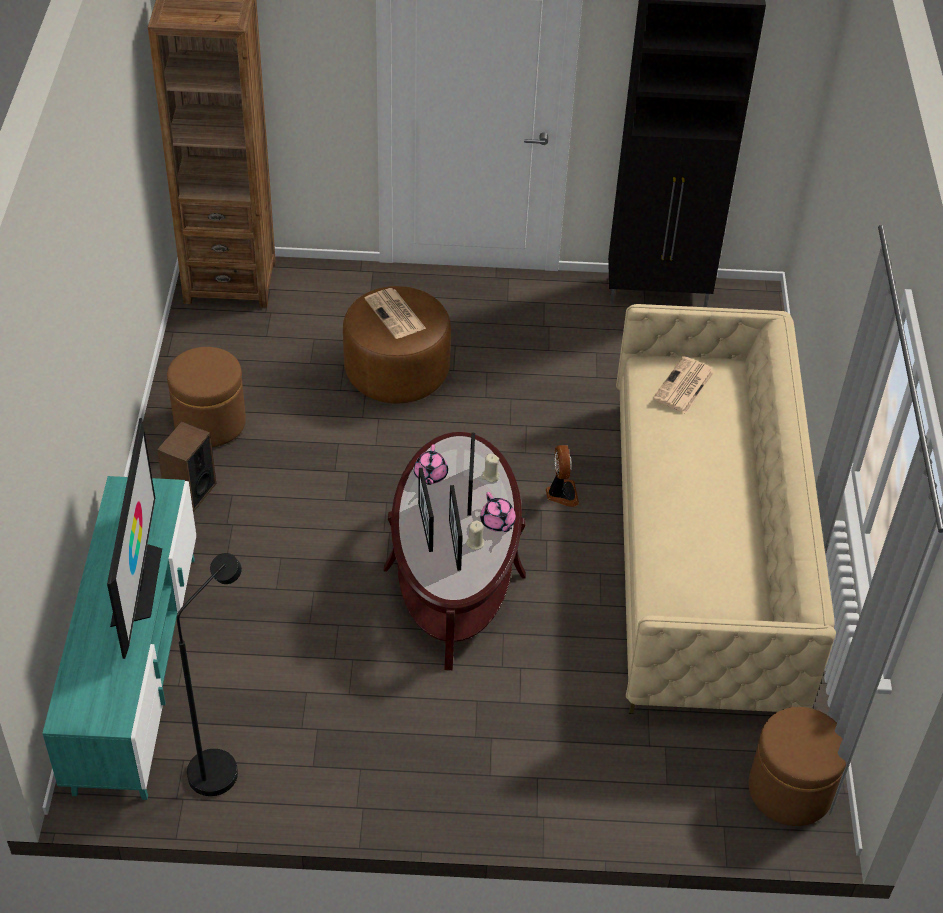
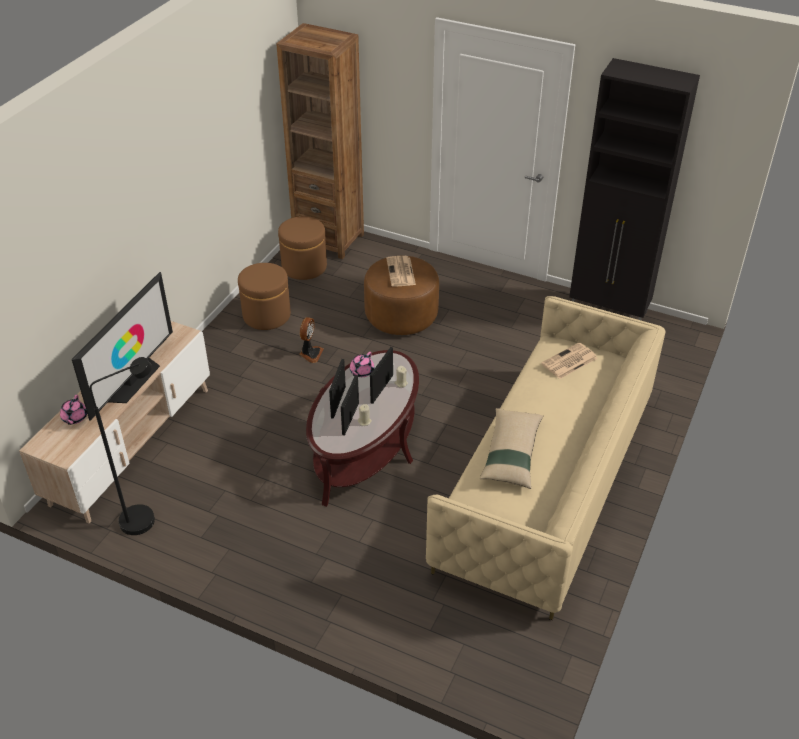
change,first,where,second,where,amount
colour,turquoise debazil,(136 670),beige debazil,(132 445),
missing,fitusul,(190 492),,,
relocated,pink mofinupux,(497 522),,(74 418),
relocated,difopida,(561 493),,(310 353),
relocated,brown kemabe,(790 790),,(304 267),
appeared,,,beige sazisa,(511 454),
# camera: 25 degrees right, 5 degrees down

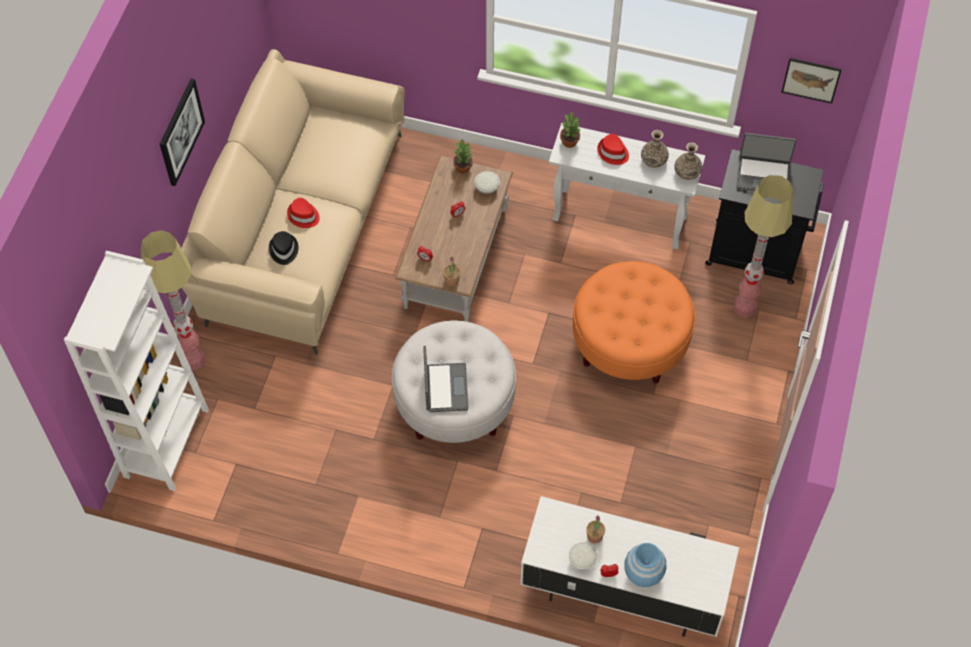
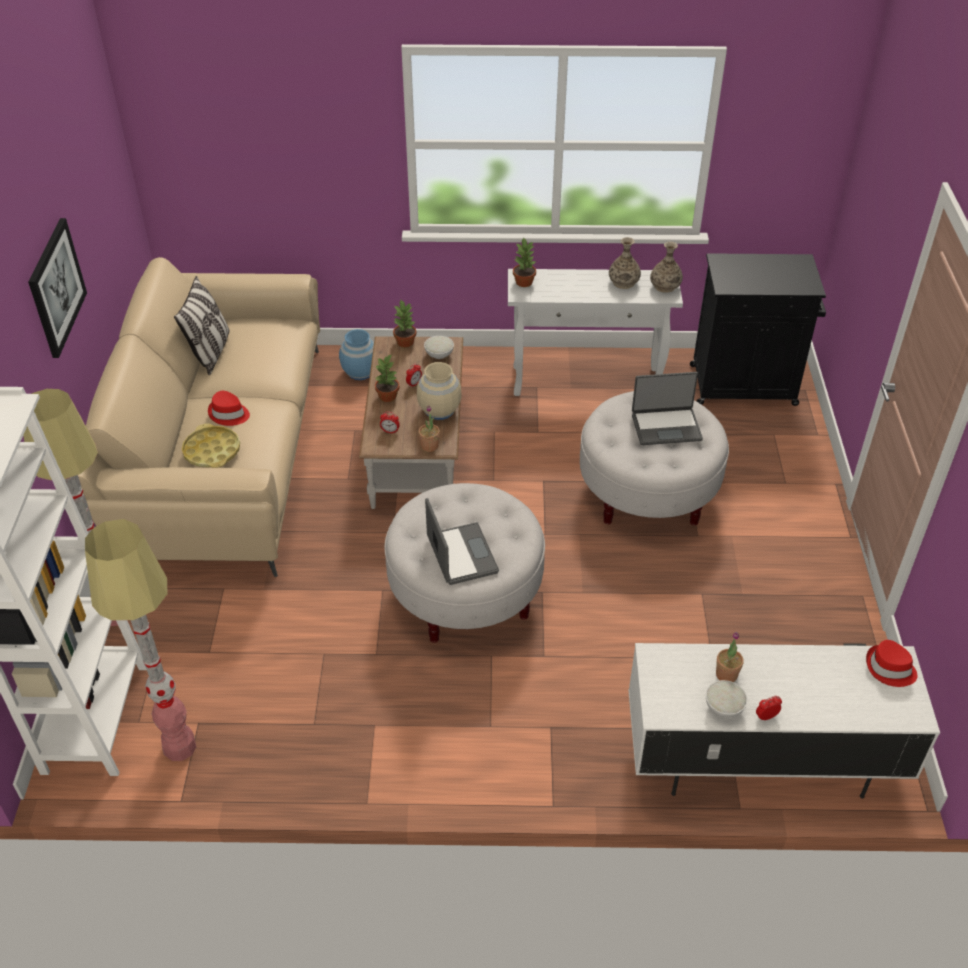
change,first,where,second,where,amount
exchanged,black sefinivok,(283 250),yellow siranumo,(212 451),
colour,orange kemabe,(630 342),white kemabe,(648 491),
relocated,red sefinivok,(613 152),,(889 668),
relocated,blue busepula,(643 573),,(360 372),
relocated,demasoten,(744 308),,(179 747),
relocated,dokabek,(763 175),,(666 426),
missing,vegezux,(811 80),,,
appeared,,,sazisa,(210 352),
appeared,,,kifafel,(388 396),
appeared,,,beige busepula,(440 410),
# camera: 15 degrees left, 15 degrees down

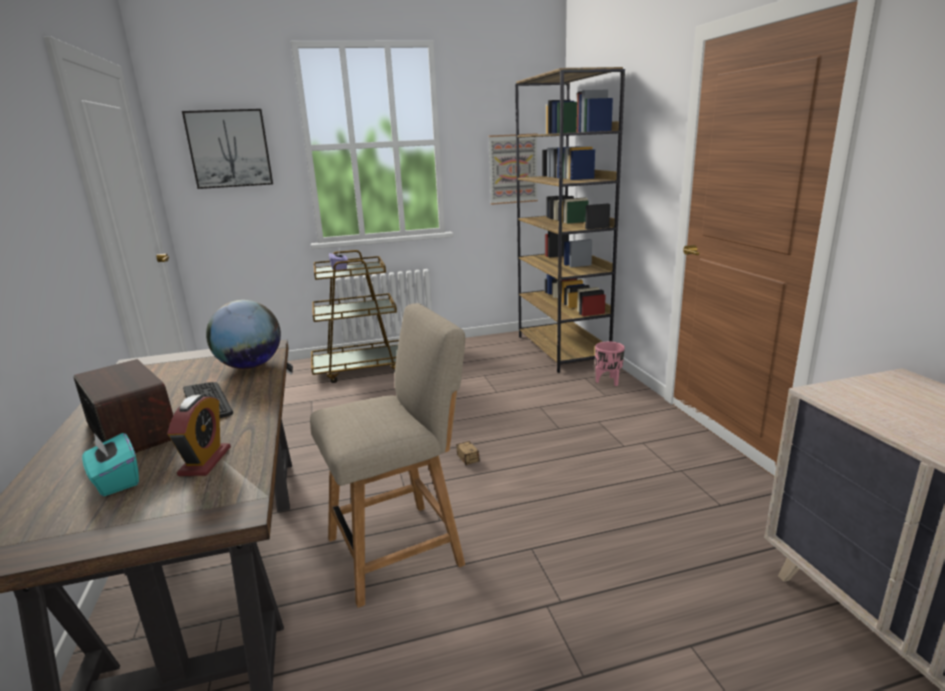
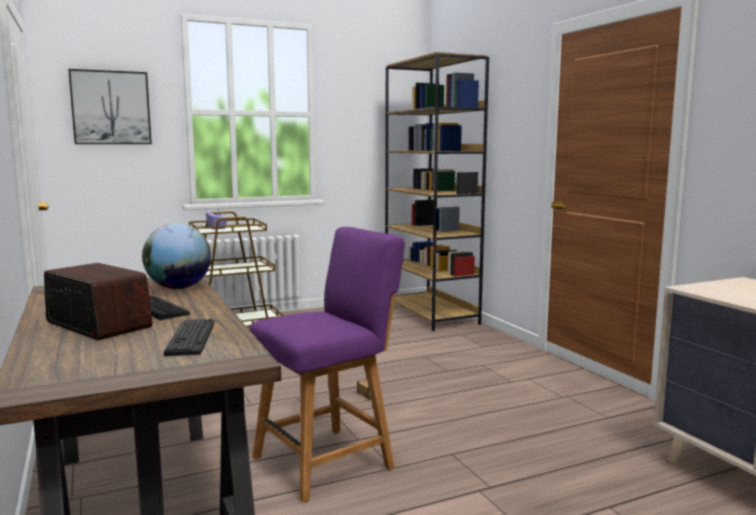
change,first,where,second,where,amount
missing,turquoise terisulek,(116 480),,,
exchanged,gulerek,(205 461),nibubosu,(191 338),
colour,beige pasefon,(401 548),purple pasefon,(328 460),
missing,vegezux,(513 169),,,
missing,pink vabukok,(608 381),,,
# camera: 10 degrees left, 10 degrees down

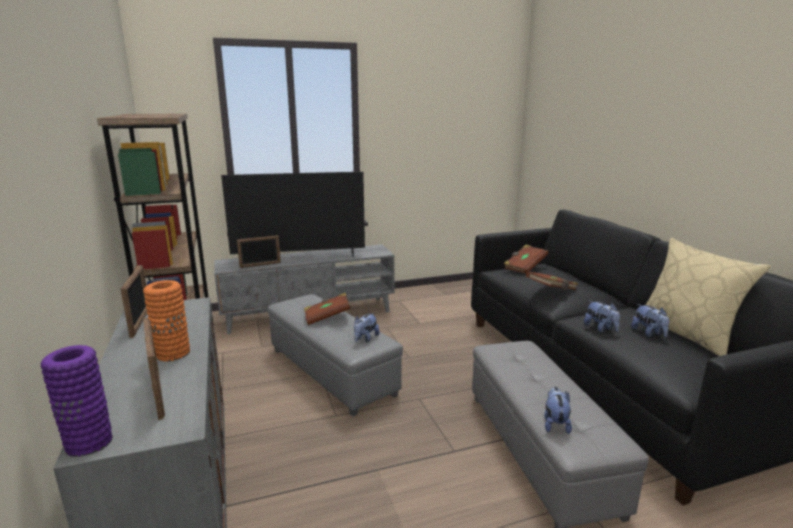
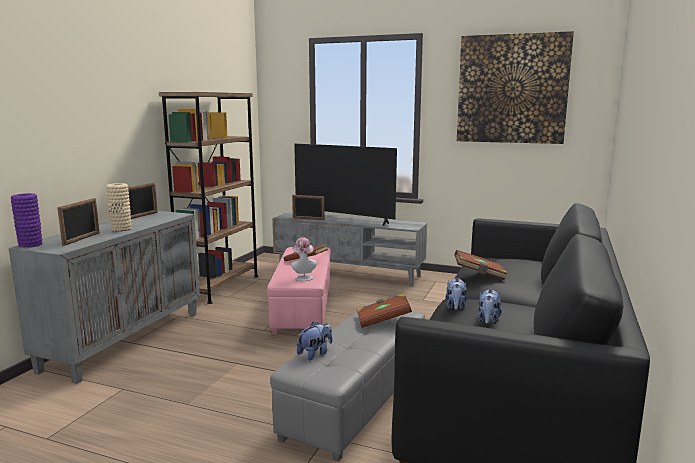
change,first,where,second,where,amount
colour,orange busepula,(173 353),beige busepula,(121 229),
colour,grey kemabe,(330 371),pink kemabe,(302 307),
exchanged,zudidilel,(365 339),sefinivok,(303 277),
relocated,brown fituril,(524 267),,(383 321),
missing,beige sazisa,(687 334),,,
appeared,,,vegezux,(512 89),
# camera: 40 degrees right, 5 degrees down

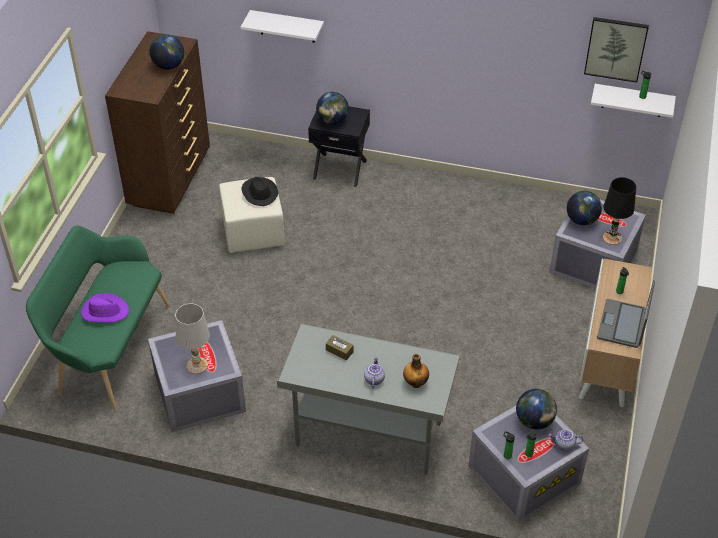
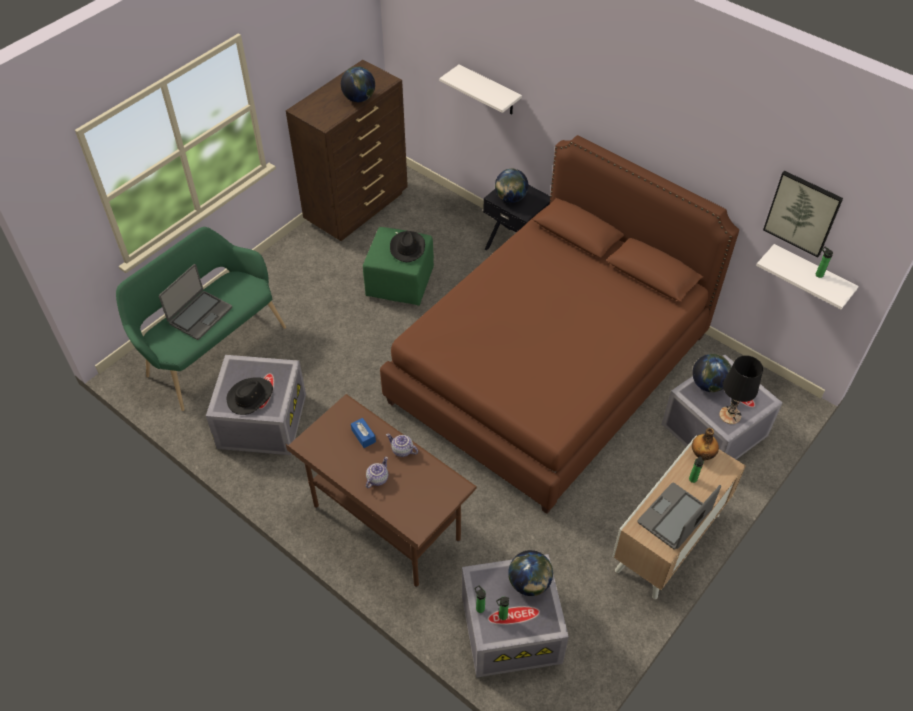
change,first,where,second,where,amount
exchanged,purple sefinivok,(105 311),dokabek,(200 315),
exchanged,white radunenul,(197 365),black sefinivok,(250 397),
colour,beige kemabe,(253 232),green kemabe,(400 282),
colour,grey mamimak,(368 435),brown mamimak,(386 524),
colour,brown terisulek,(339 351),blue terisulek,(363 436),
relocated,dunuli,(415 382),,(702 455),
relocated,mofinupux,(564 445),,(402 450),
appeared,,,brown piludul,(549 369),
# camera: 25 degrees right, 5 degrees up

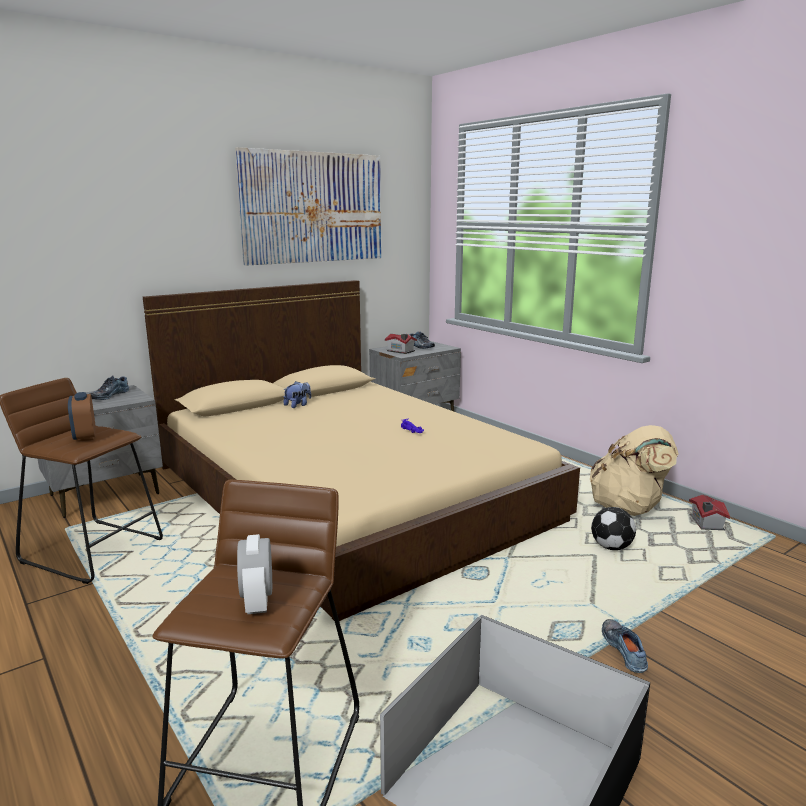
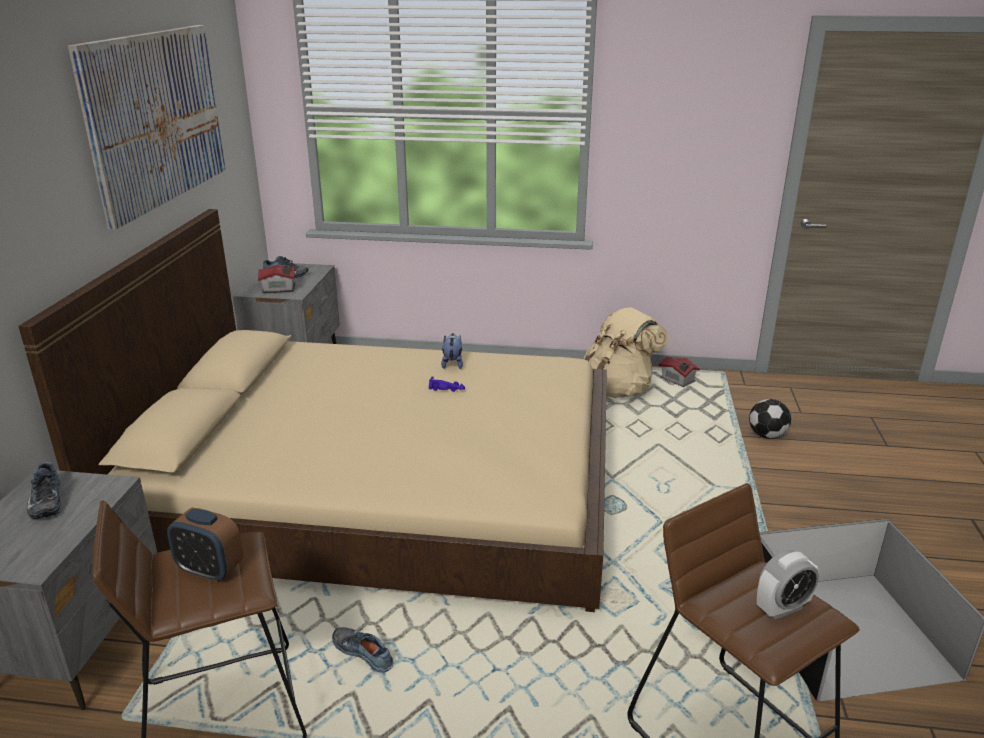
change,first,where,second,where,amount
spun,gulerek,(257 602),,(782 608),60 degrees counterclockwise
relocated,zudidilel,(298 405),,(452 363),
relocated,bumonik,(612 547),,(766 435),
relocated,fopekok,(625 650),,(364 652),
# camera: 45 degrees left, 10 degrees up

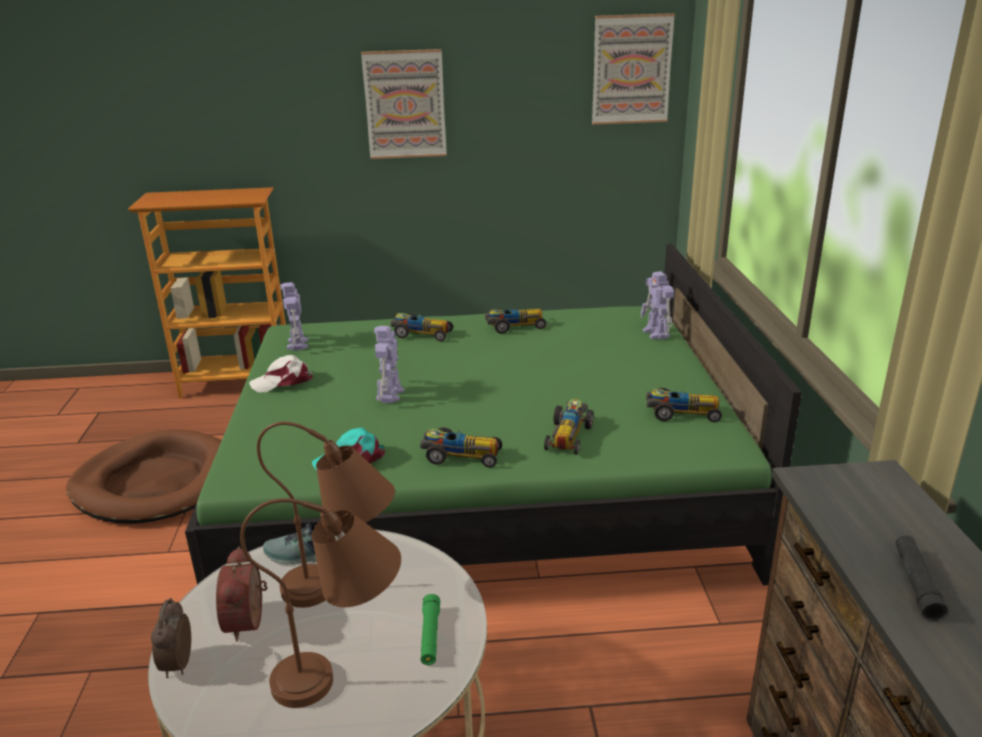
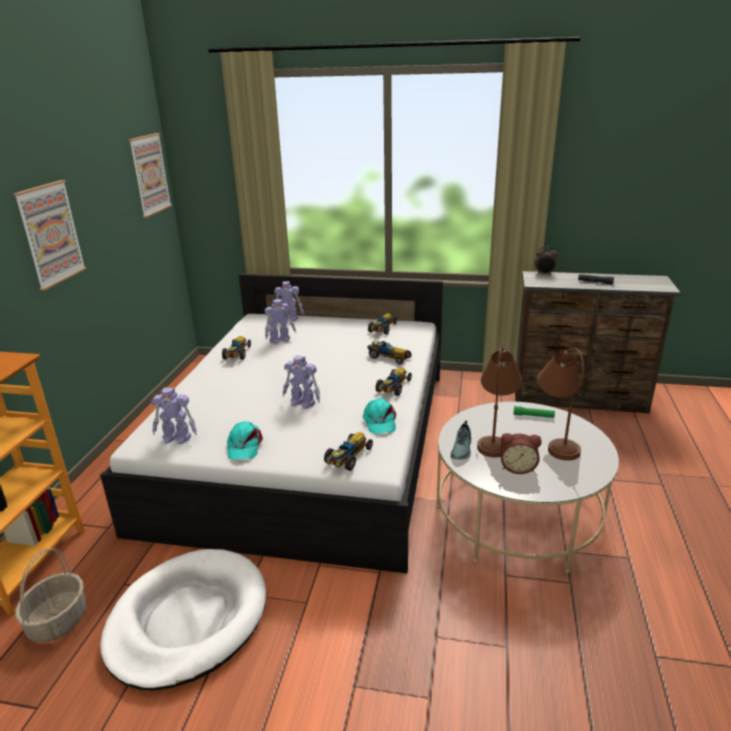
change,first,where,second,where,amount
colour,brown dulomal,(156 483),white dulomal,(187 620),
relocated,gulerek,(177 665),,(544 274),
colour,green piludul,(481 482),white piludul,(308 443),
colour,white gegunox,(283 381),turquoise gegunox,(244 446),
relocated,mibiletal,(421 334),,(348 458),
appeared,,,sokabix,(58 620),
appeared,,,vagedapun,(280 340),
# camera: 75 degrees left, 0 degrees up

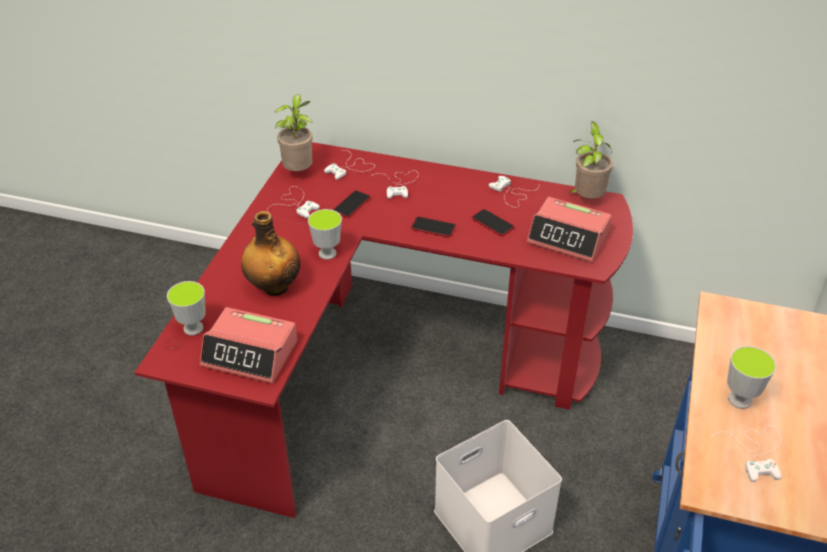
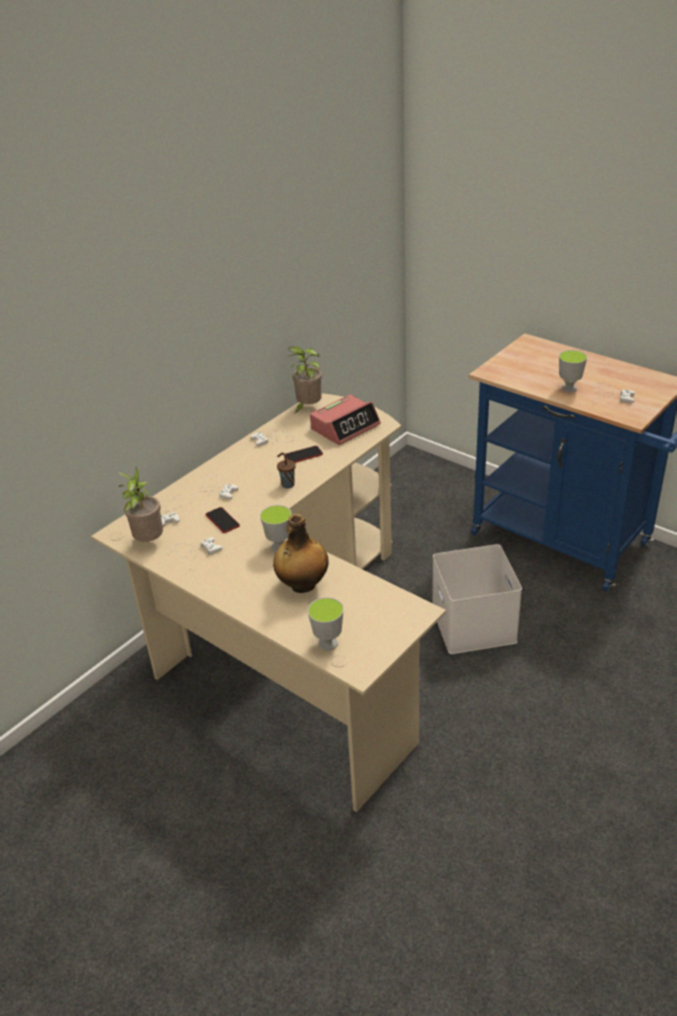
change,first,where,second,where,amount
colour,red mamimak,(388 371),beige mamimak,(290 643),
missing,gulerek,(250 353),,,
exchanged,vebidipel,(433 227),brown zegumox,(287 484),
# camera: 65 degrees left, 5 degrees down

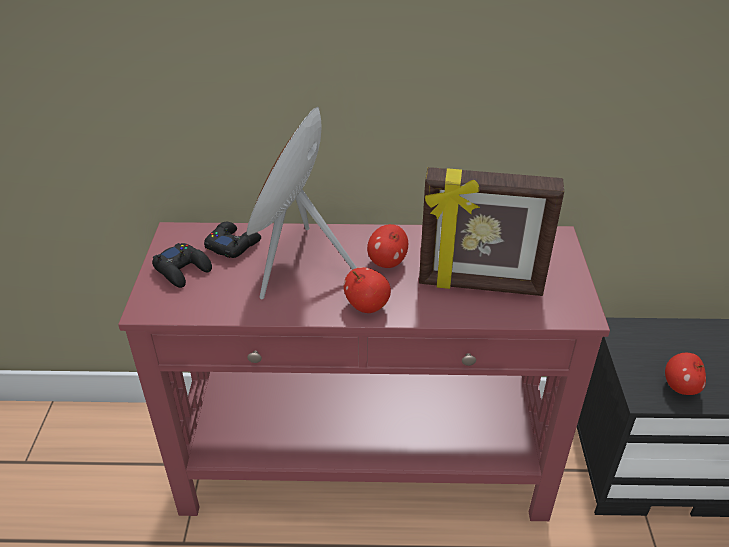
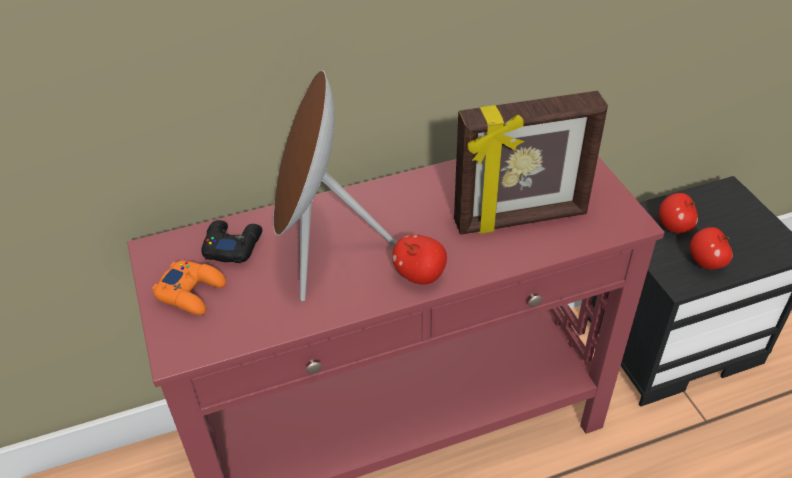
change,first,where,second,where,amount
colour,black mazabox,(183 270),orange mazabox,(192 292),
relocated,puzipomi,(387 262),,(674 227),
# camera: 20 degrees left, 5 degrees up

